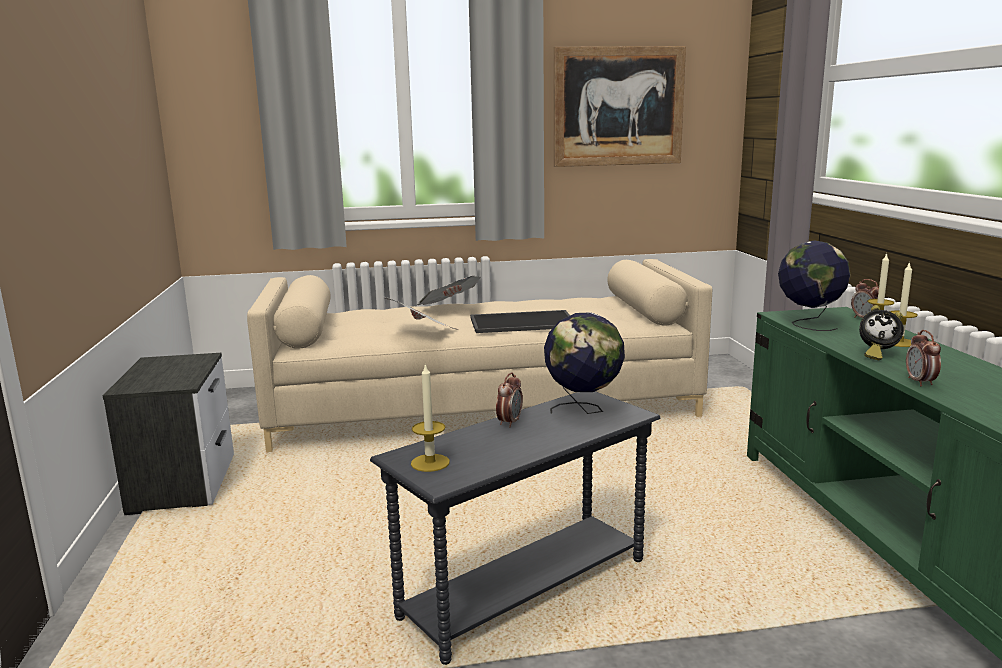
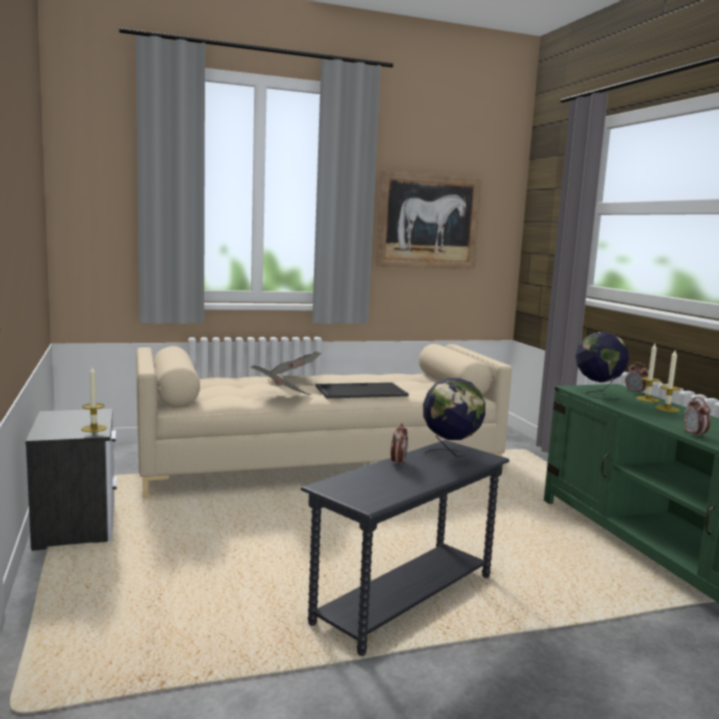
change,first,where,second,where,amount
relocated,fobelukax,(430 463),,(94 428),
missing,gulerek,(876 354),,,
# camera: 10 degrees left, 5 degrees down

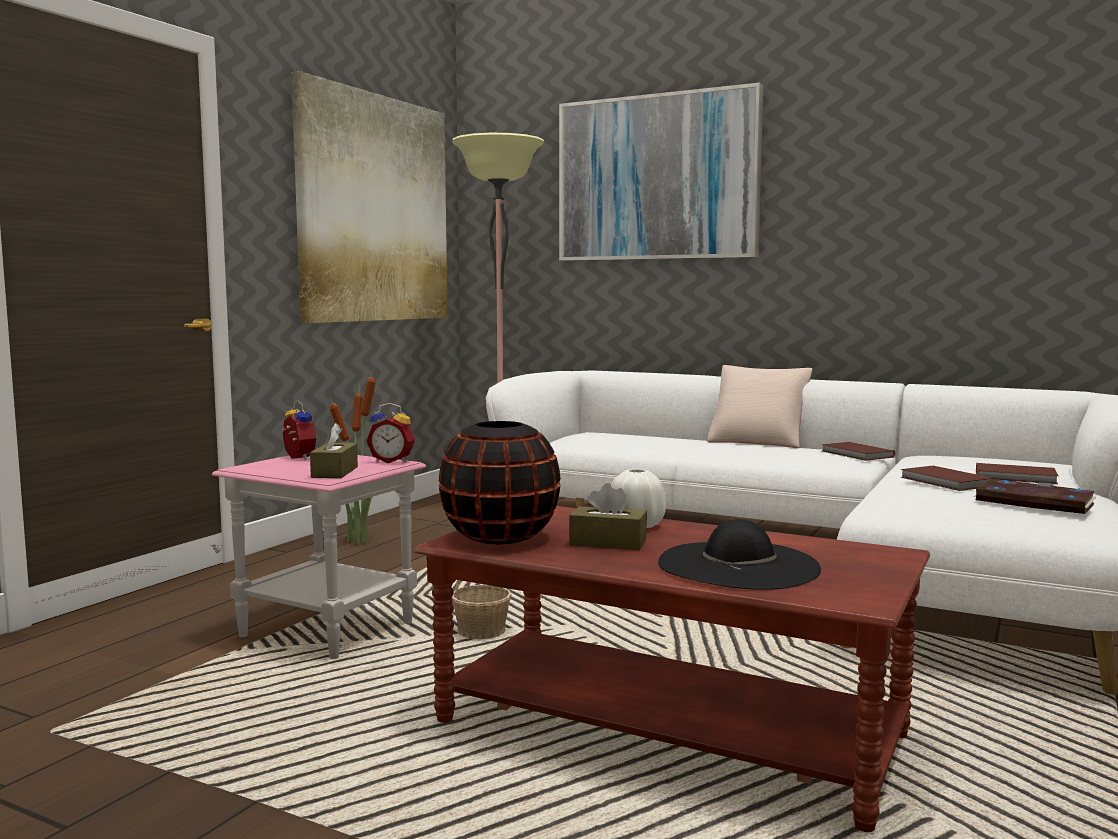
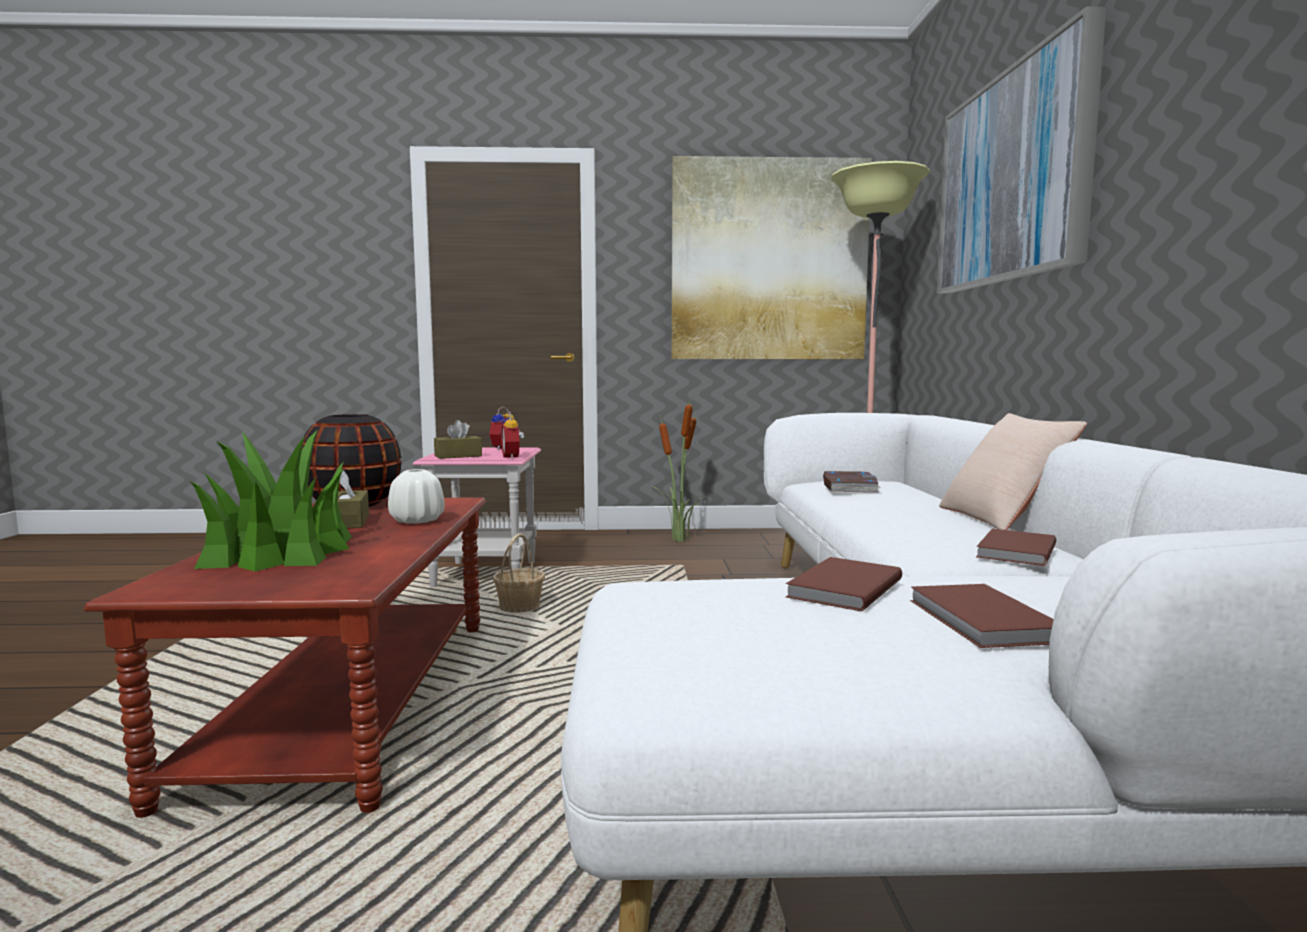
change,first,where,second,where,amount
exchanged,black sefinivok,(738 565),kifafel,(280 552),
relocated,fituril,(1033 502),,(849 486),
# camera: 60 degrees right, 0 degrees up

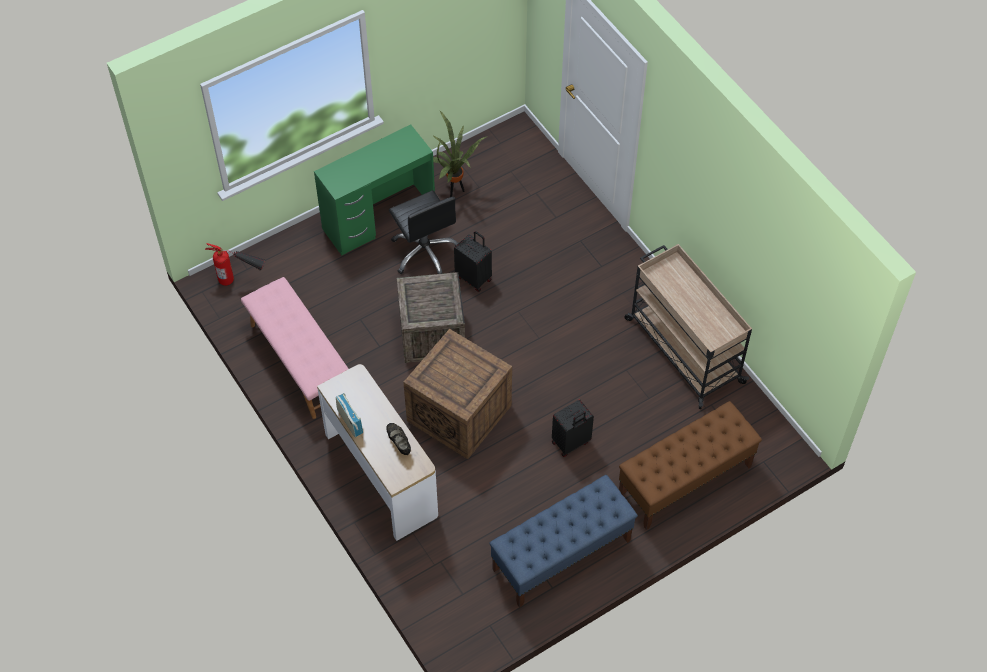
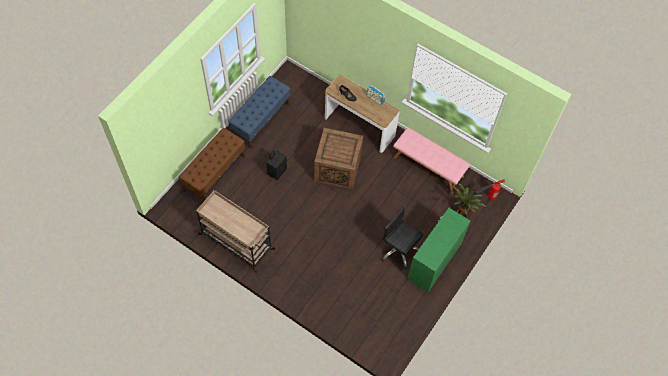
change,first,where,second,where,amount
missing,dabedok,(432 334),,,
relocated,kifafel,(455 190),,(461 214),
missing,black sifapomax,(474 277),,,
# camera: 155 degrees right, 5 degrees up

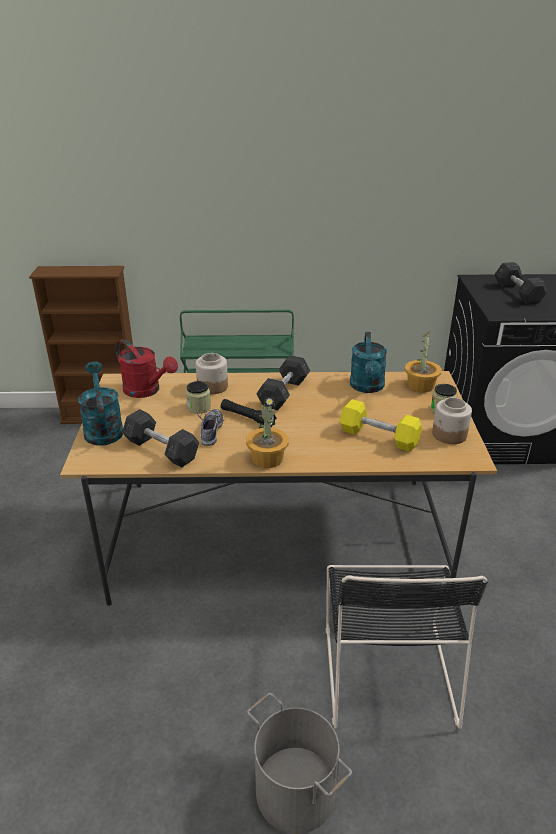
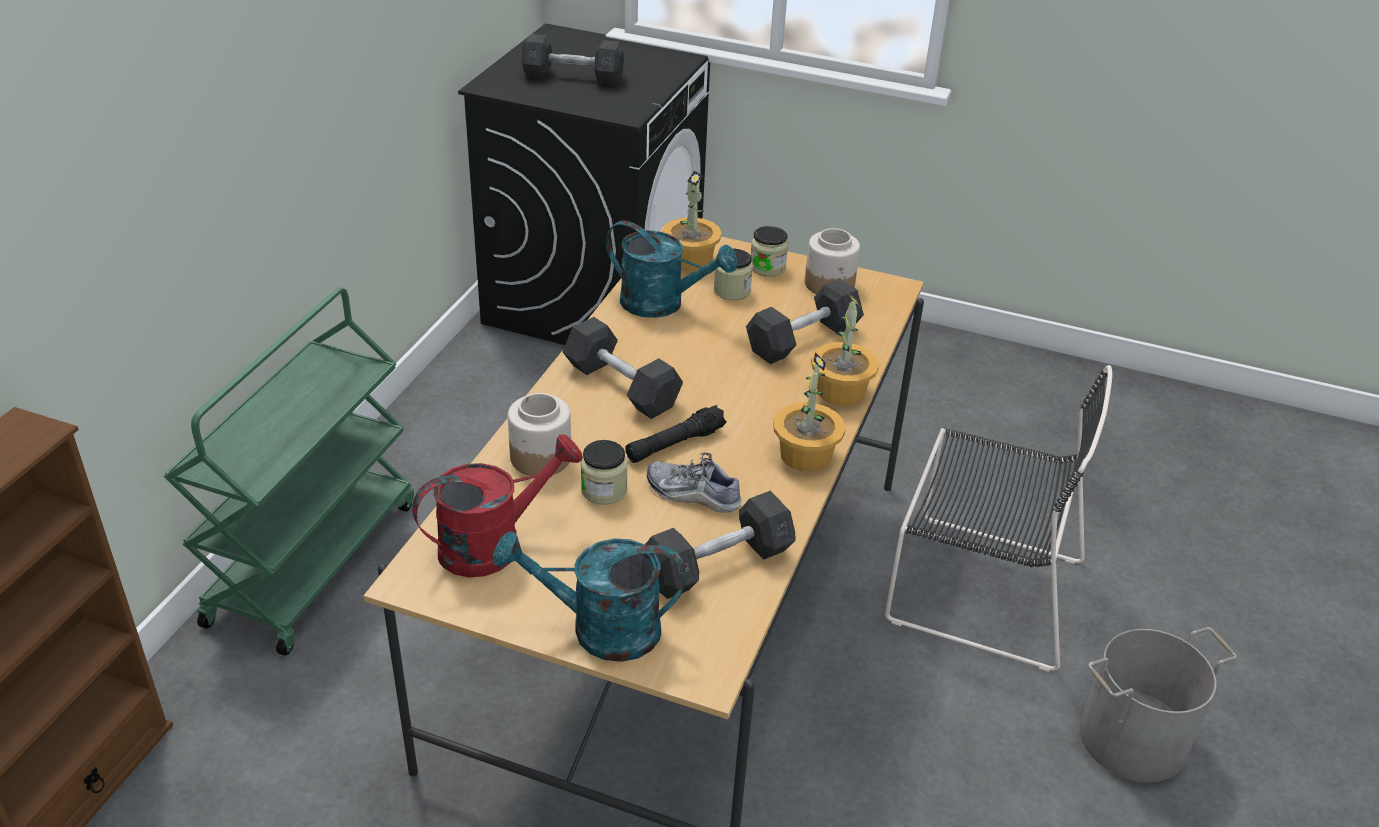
change,first,where,second,where,amount
colour,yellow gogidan,(379 437),grey gogidan,(803 339),
appeared,,,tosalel,(732 291),
appeared,,,kifafel,(840 391),
# camera: 70 degrees left, 5 degrees up

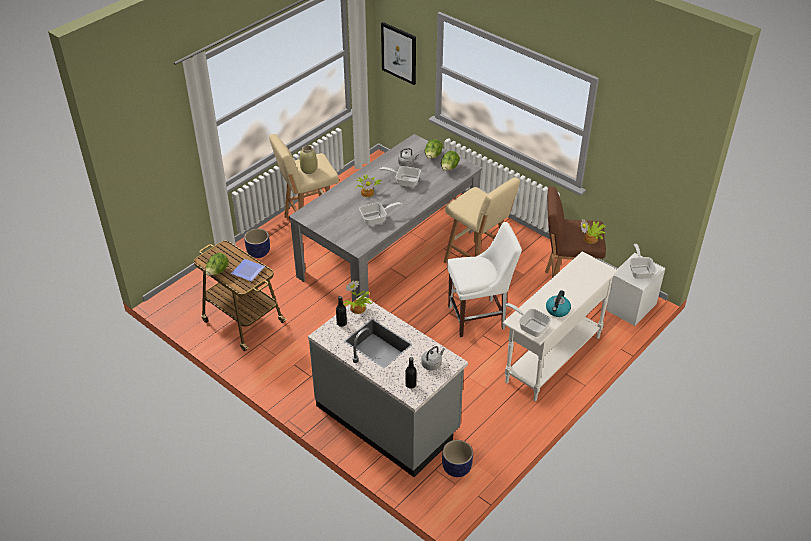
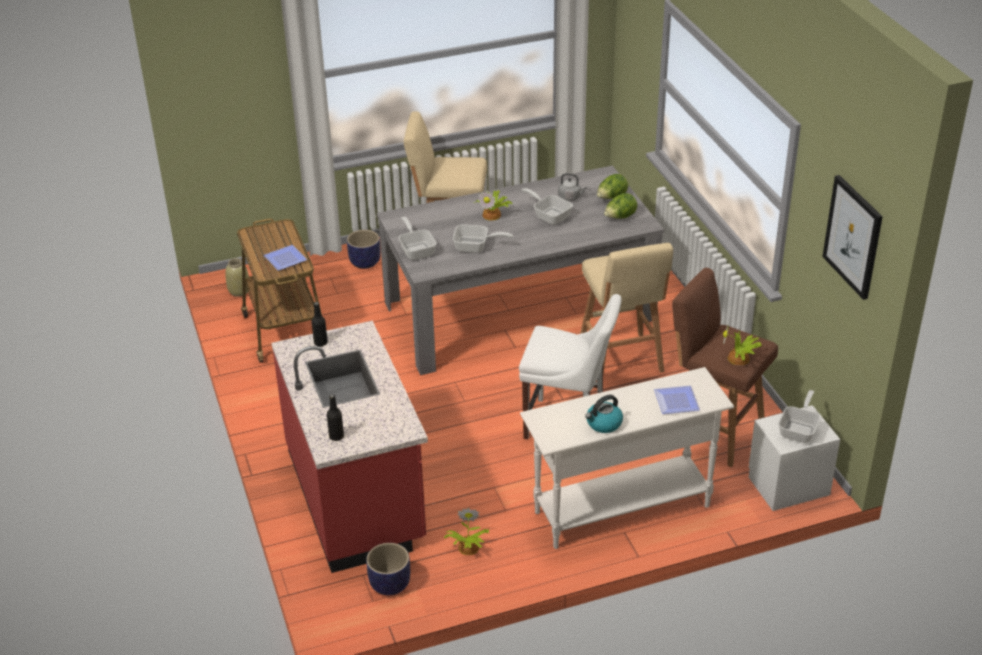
change,first,where,second,where,amount
missing,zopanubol,(217 272),,,
relocated,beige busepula,(309 170),,(239 291),
colour,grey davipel,(388 418),red davipel,(357 496),
relocated,kifafel,(357 309),,(467 548),
relocated,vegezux,(399 53),,(853 236),
missing,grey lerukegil,(432 364),,,
relocated,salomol,(530 326),,(416 250),
appeared,,,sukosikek,(675 403),
# camera: 30 degrees right, 5 degrees down

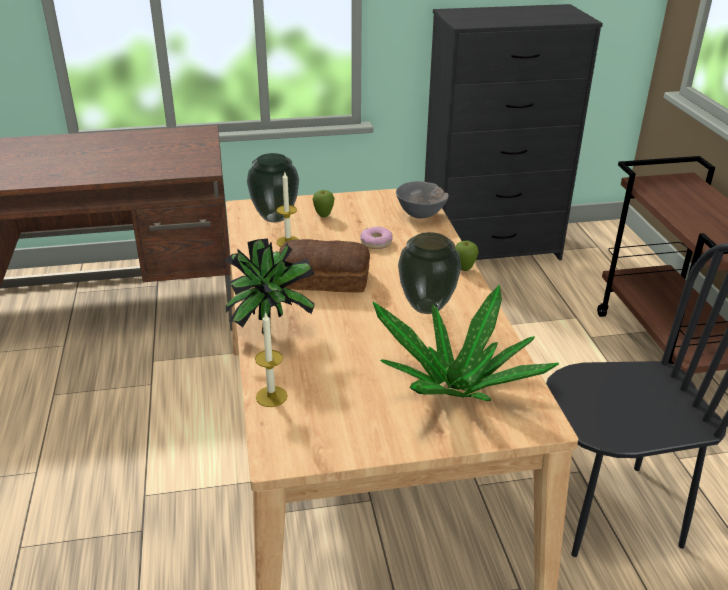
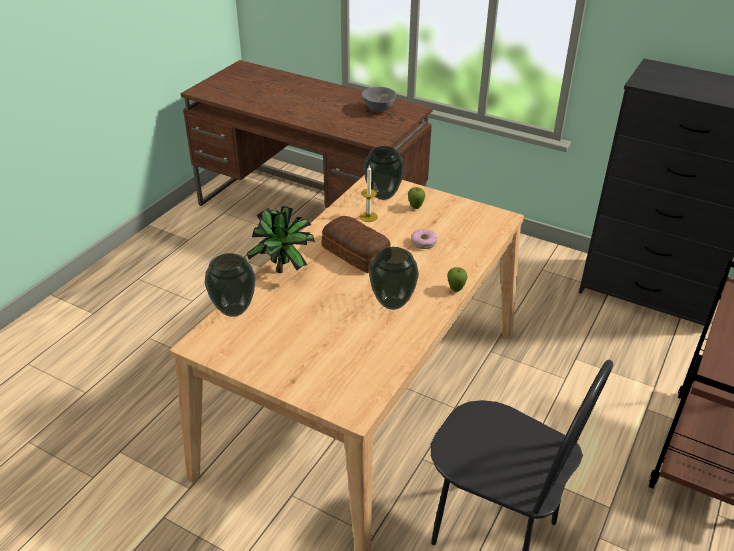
change,first,where,second,where,amount
exchanged,fobelukax,(271 396),busepula,(235 310),
missing,kifafel,(455 388),,,
relocated,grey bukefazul,(421 215),,(379 110),
# camera: 40 degrees right, 5 degrees up

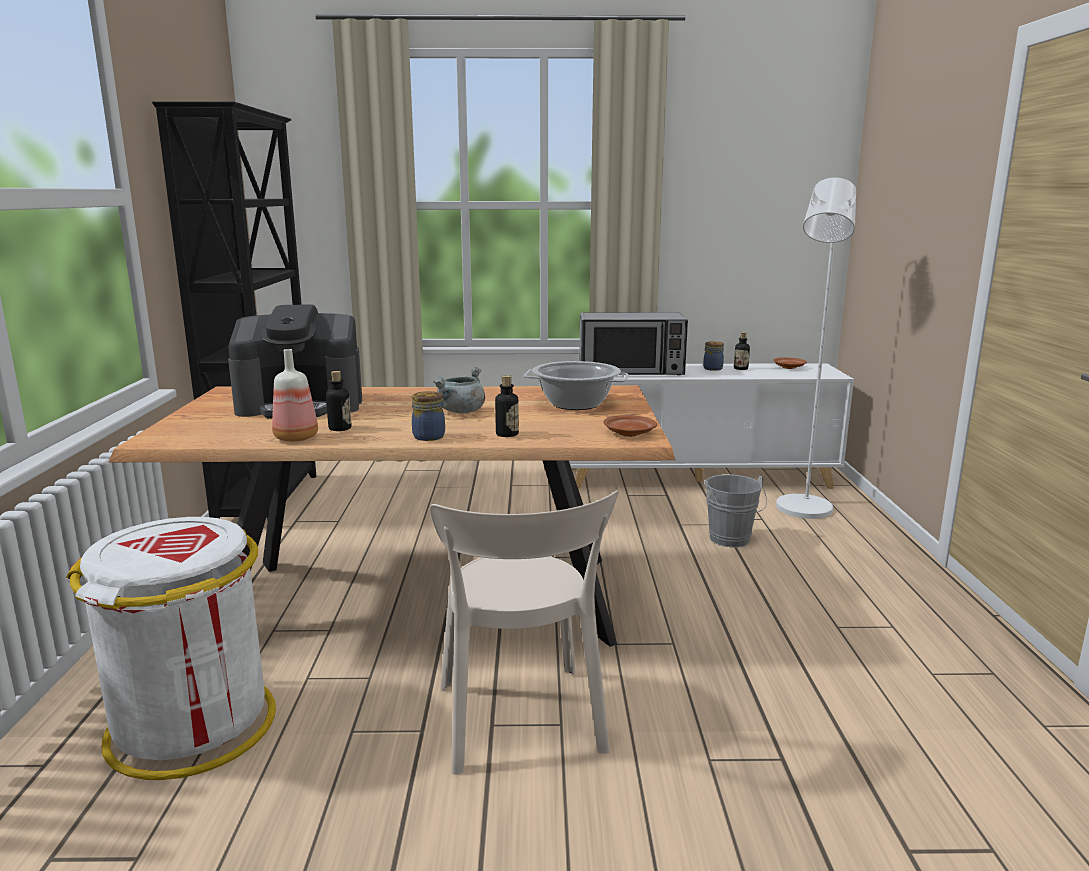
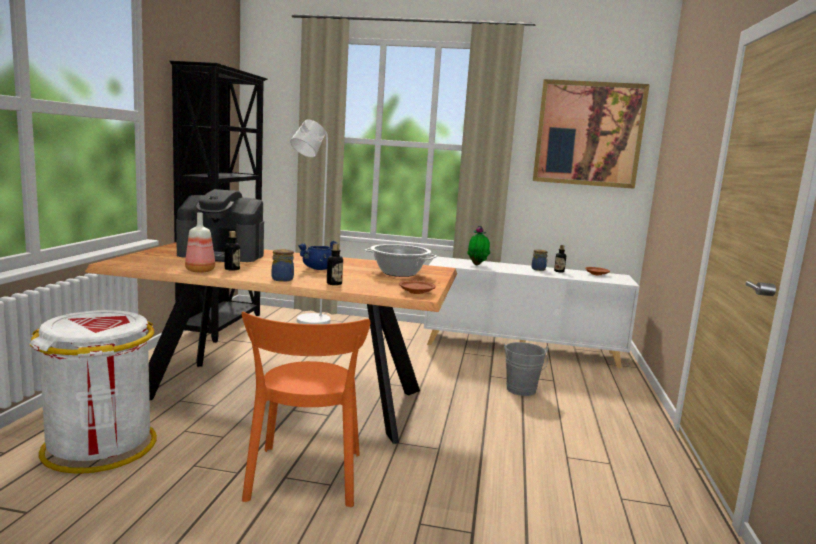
change,first,where,second,where,amount
colour,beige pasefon,(521 723),orange pasefon,(304 479),
colour,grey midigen,(461 412),blue midigen,(318 269),
exchanged,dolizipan,(631 371),kifafel,(477 264),
relocated,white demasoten,(802 512),,(308 322),
appeared,,,vegezux,(588 134),
# camera: 10 degrees right, 5 degrees down

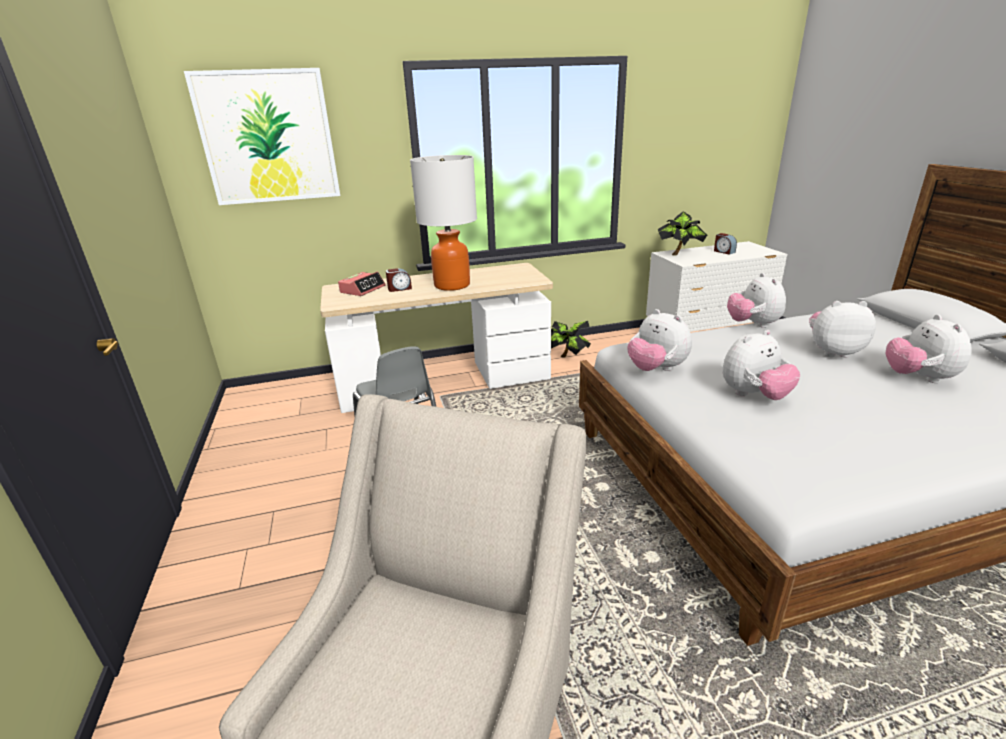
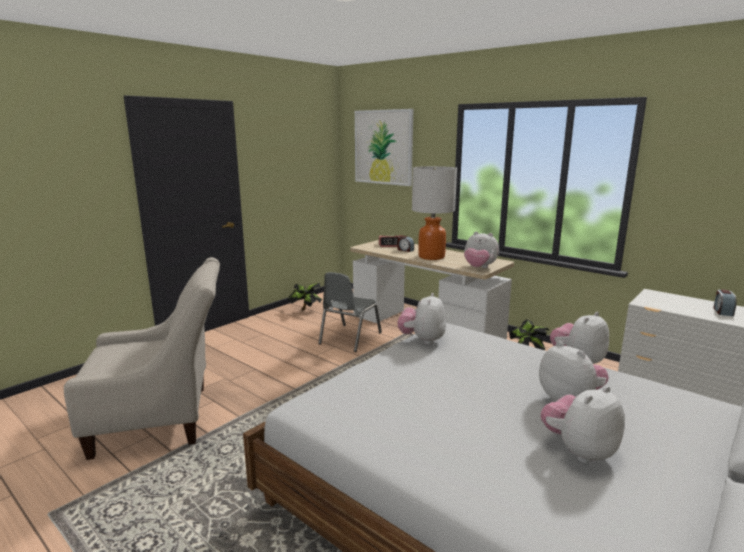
change,first,where,second,where,amount
relocated,kifafel,(679 254),,(306 310),
relocated,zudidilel,(754 396),,(479 268),
# camera: 55 degrees right, 10 degrees down

